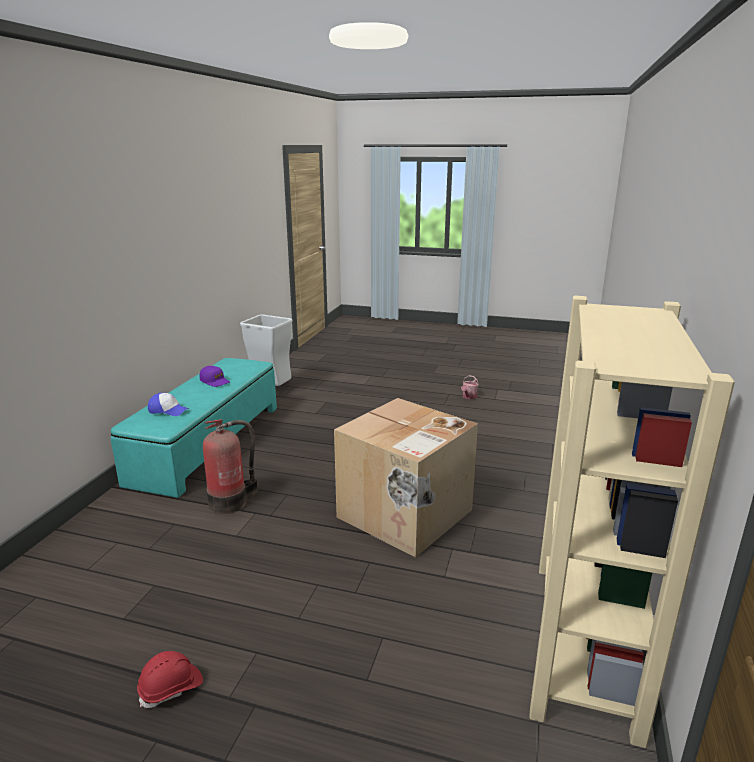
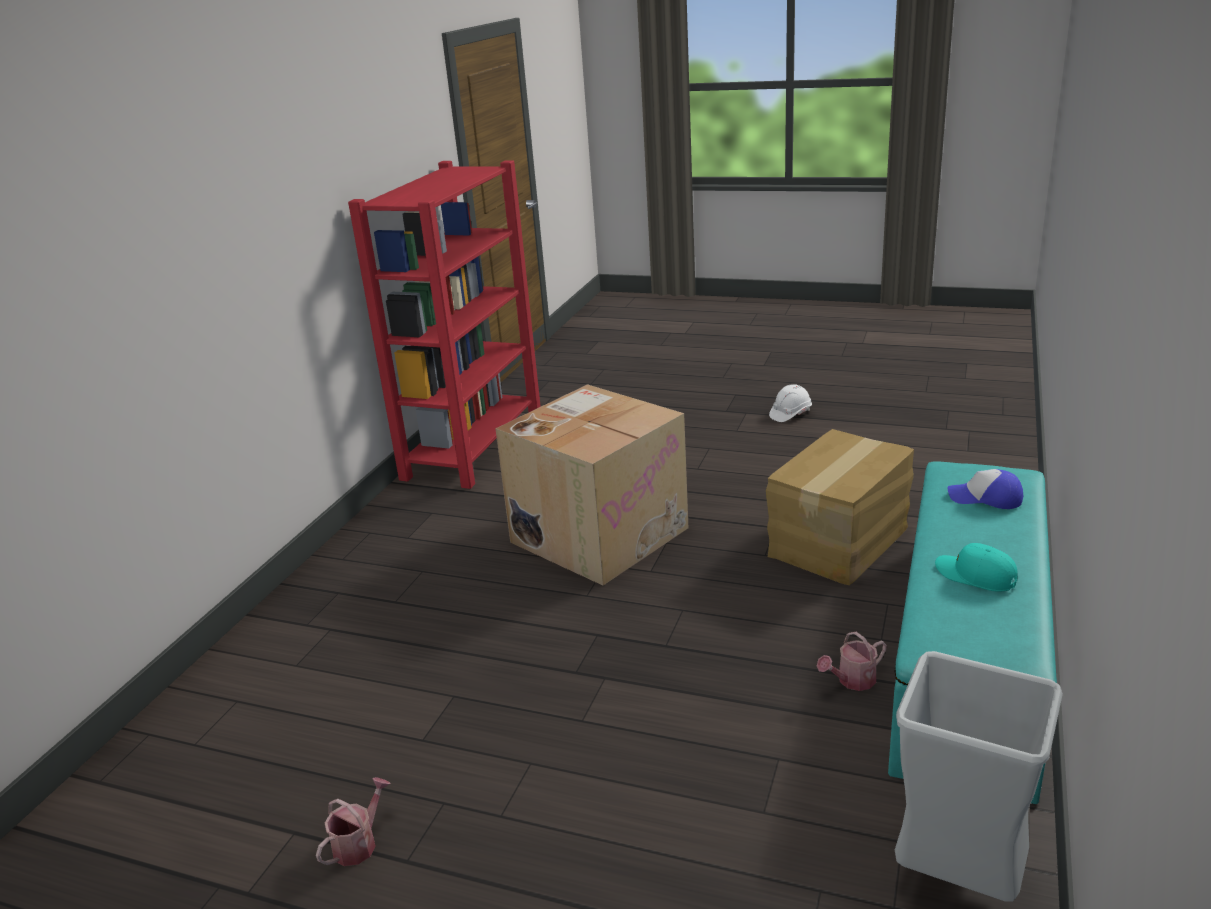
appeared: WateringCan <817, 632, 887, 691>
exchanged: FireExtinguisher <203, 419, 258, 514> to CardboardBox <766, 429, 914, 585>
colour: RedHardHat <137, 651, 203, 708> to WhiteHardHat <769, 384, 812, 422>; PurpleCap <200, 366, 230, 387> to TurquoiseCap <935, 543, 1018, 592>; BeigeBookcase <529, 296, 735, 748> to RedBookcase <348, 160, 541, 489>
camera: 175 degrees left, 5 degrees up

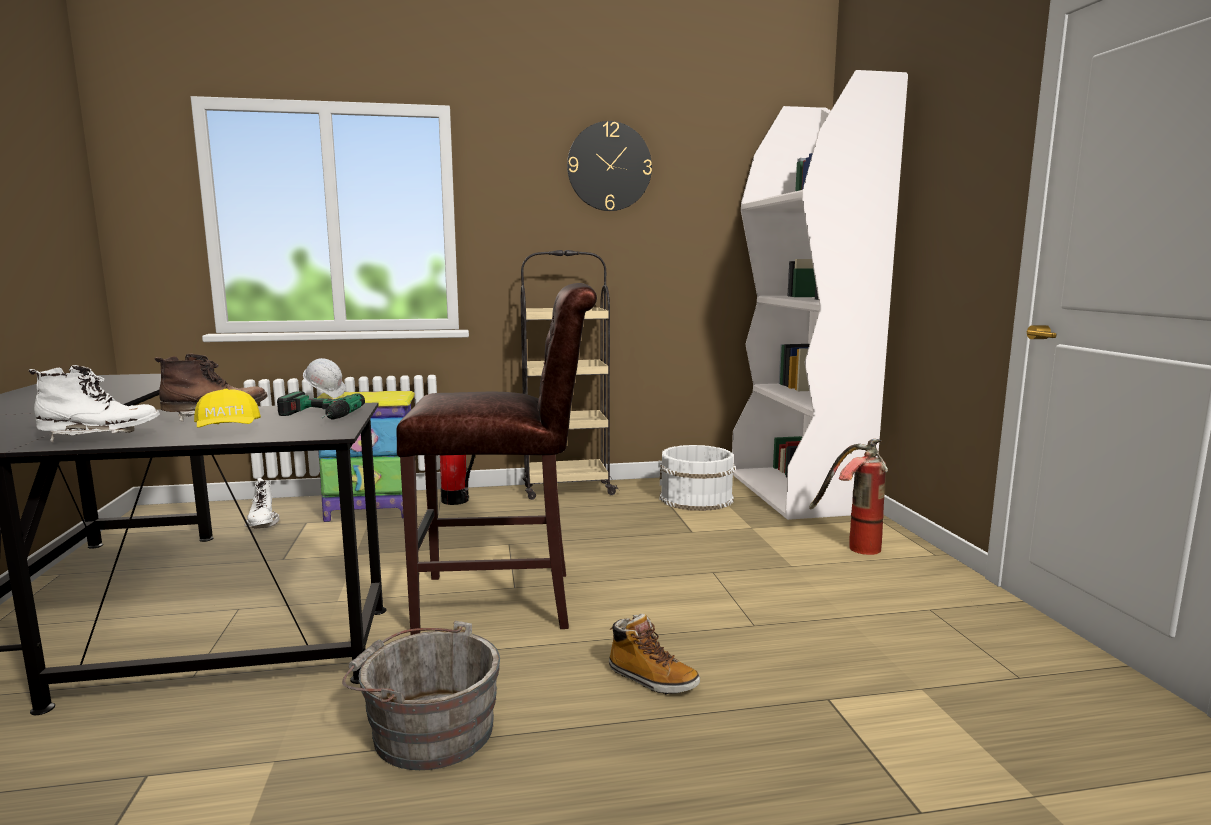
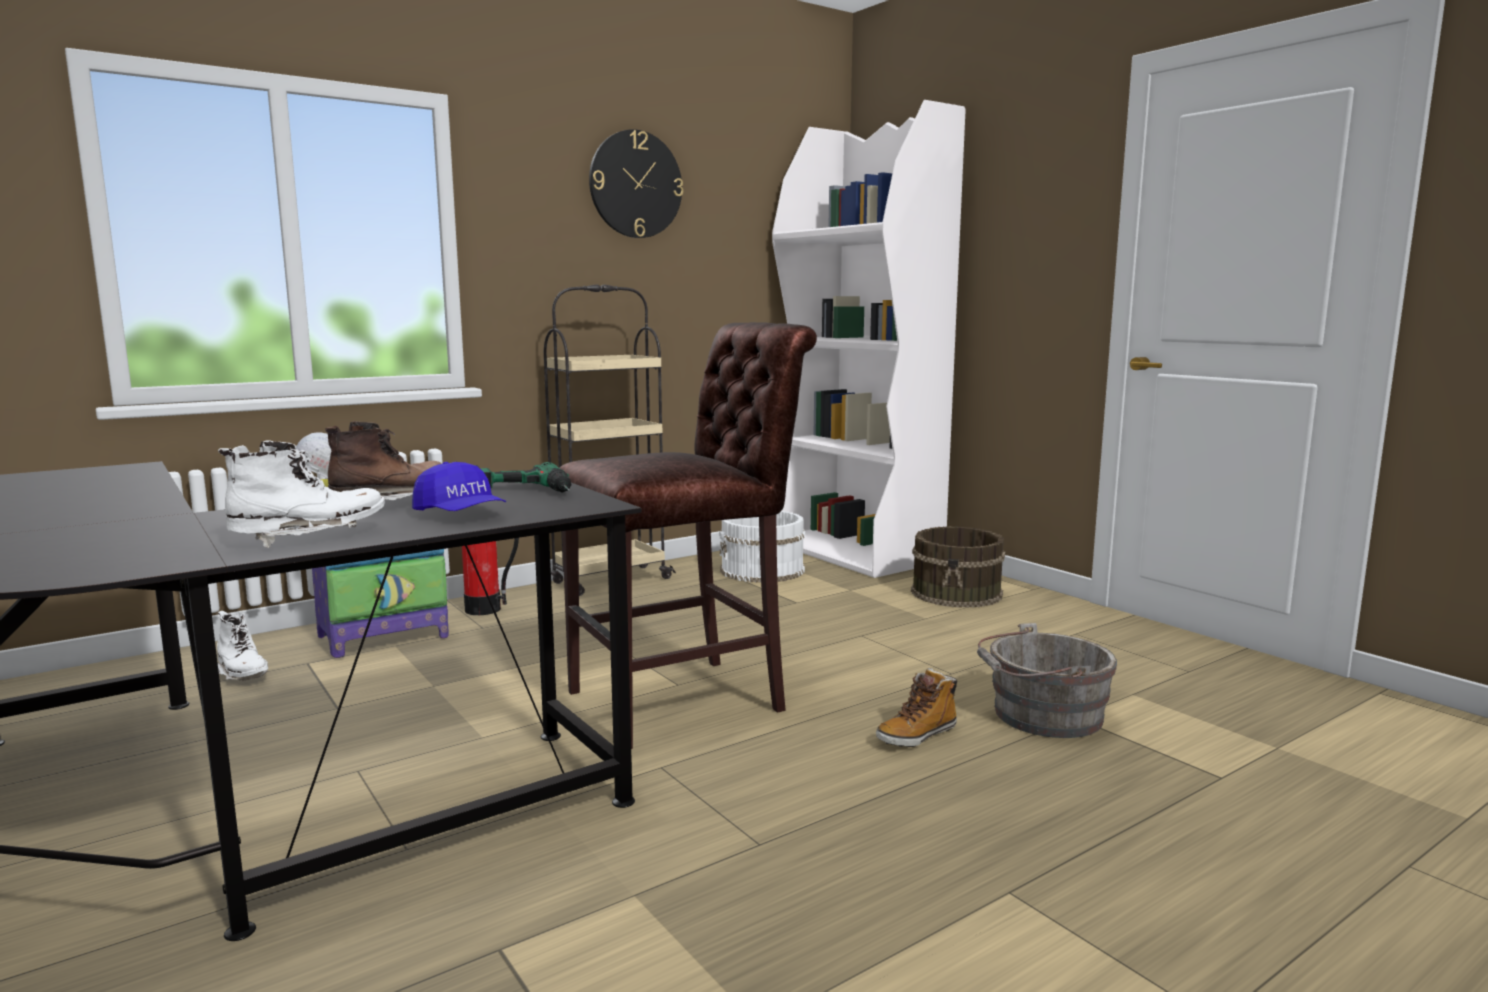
relocated: GreyBucket <342, 621, 500, 770> to <977, 623, 1117, 738>
exchanged: FireExtinguisher <809, 439, 888, 555> to BrownBucket <911, 526, 1005, 608>
colour: YellowCap <194, 389, 261, 428> to BlueCap <412, 462, 506, 511>
spun: Boot <609, 614, 700, 694> = <876, 668, 957, 747> 135 degrees clockwise
camera: 25 degrees left, 0 degrees up

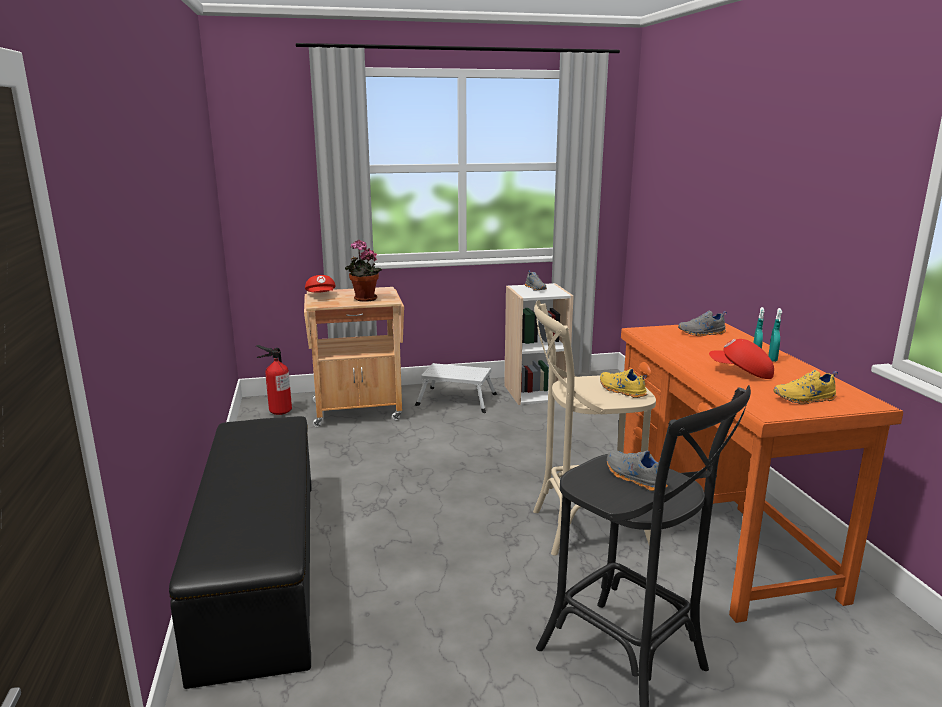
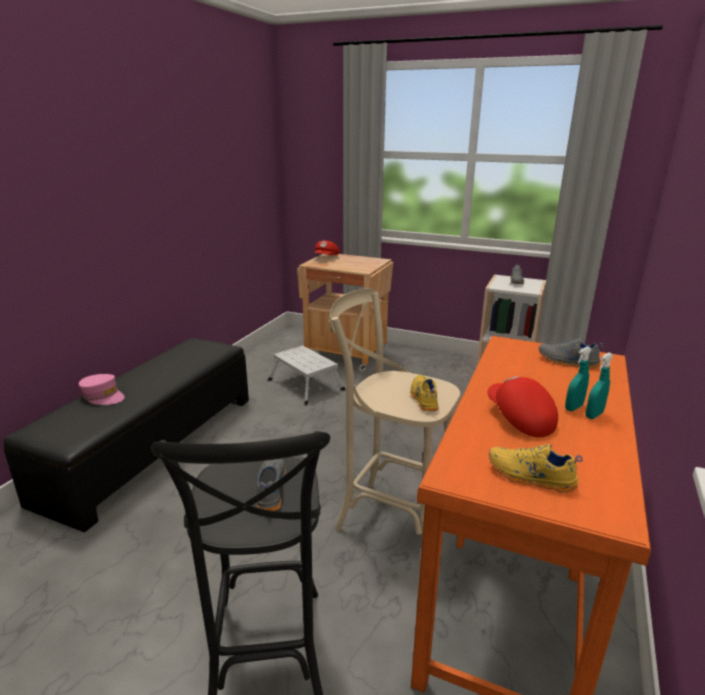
missing: FireExtinguisher <256, 345, 292, 415>; PottedPlant <345, 240, 382, 302>
appeared: PinkCap <79, 374, 125, 405>
relocated: WhiteStepLadder <415, 363, 497, 413> to <268, 345, 346, 405>
camera: 35 degrees right, 5 degrees up

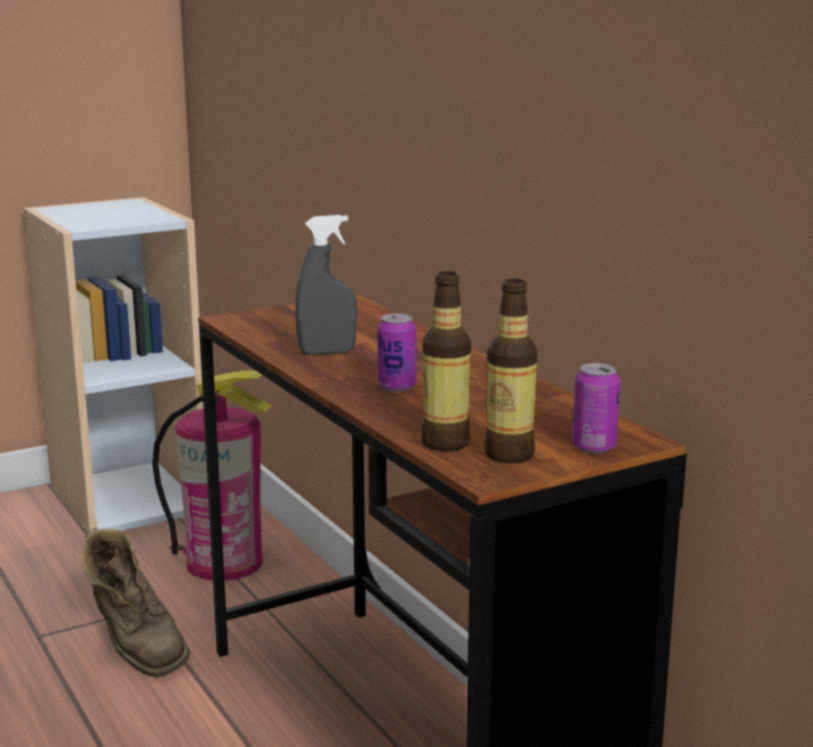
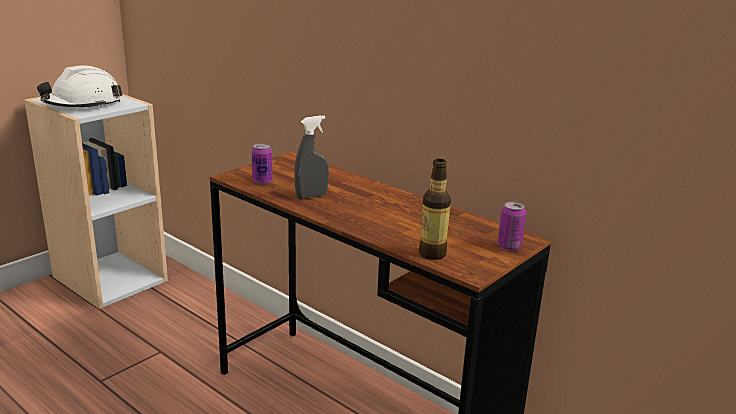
missing: BrownBoot <81, 527, 191, 678>; FireExtinguisher <152, 370, 272, 581>; Bottle <484, 279, 537, 463>
appeared: WhiteHardHat <37, 65, 122, 108>
relocated: Can <377, 313, 416, 392> to <252, 143, 273, 185>
camera: 20 degrees left, 5 degrees up

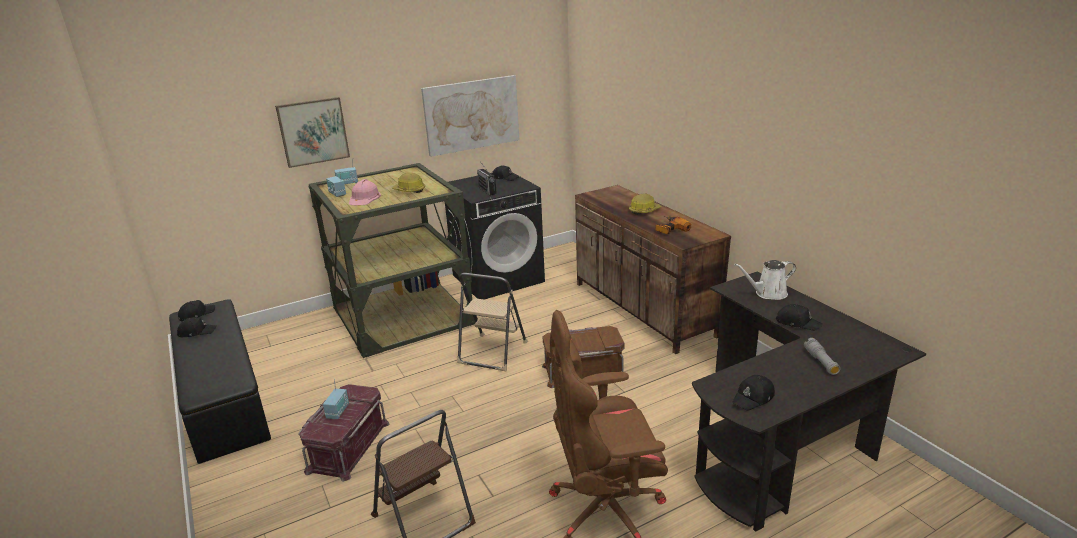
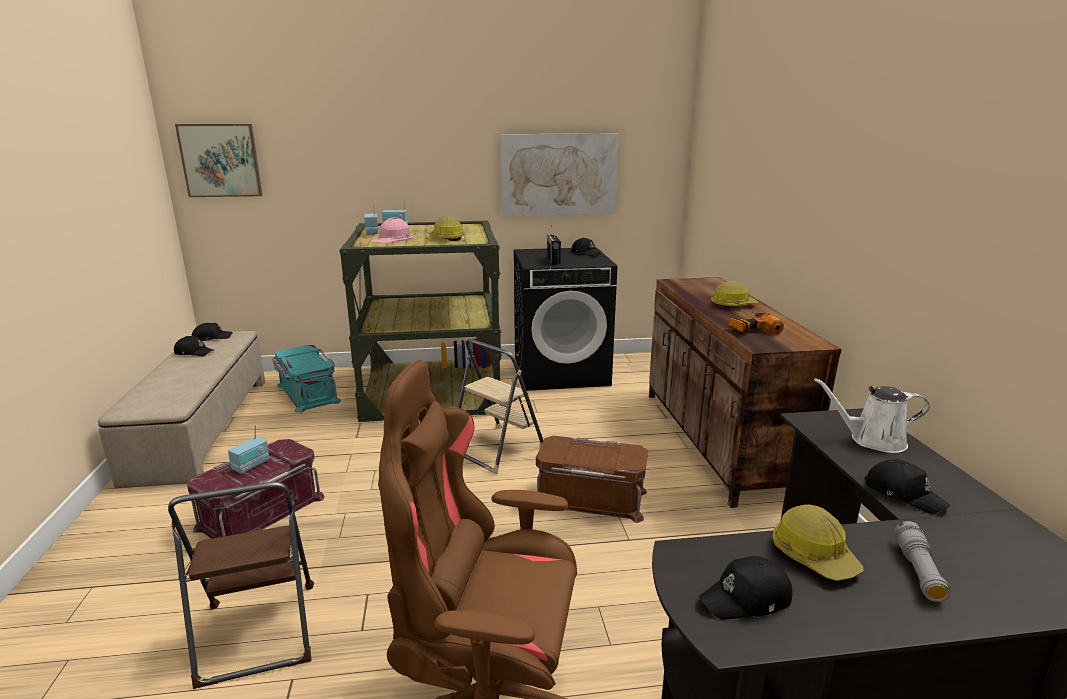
appeared: TurquoiseStorageBox <272, 345, 341, 413>; HardHat <772, 504, 864, 581>
relocated: Picture <275, 97, 350, 168> to <175, 124, 263, 197>
colour: BlackBench <169, 299, 271, 464> to BeigeBench <98, 331, 265, 488>
camera: 20 degrees right, 5 degrees down

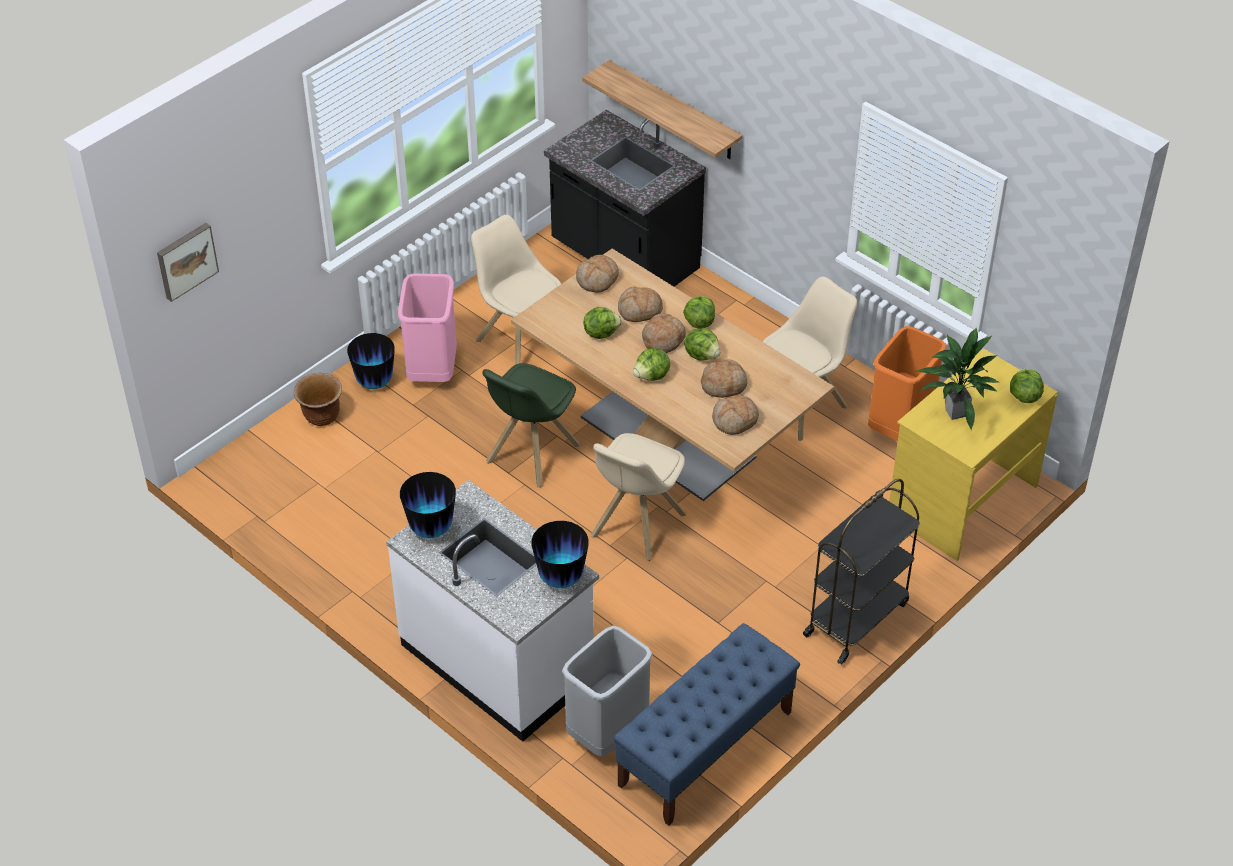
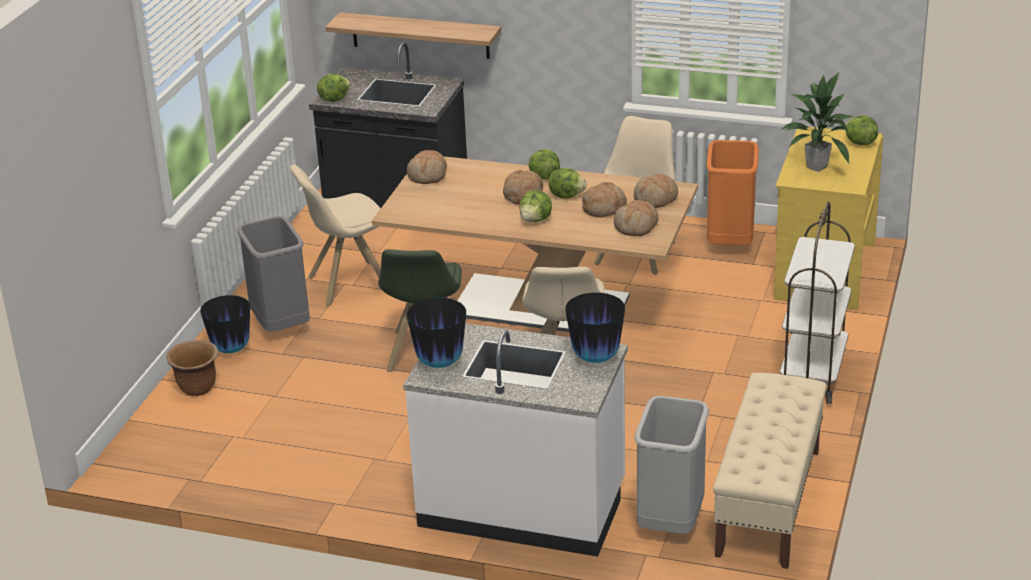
missing: Picture <157, 223, 219, 302>
relocated: Lettuce <584, 307, 622, 339> to <317, 74, 350, 102>; Bread <618, 287, 663, 322> to <634, 174, 678, 208>
colour: PinkTrashCan <398, 273, 457, 382> to GreyTrashCan <237, 216, 310, 331>; BlueBench <614, 623, 800, 826> to BeigeBench <713, 373, 827, 569>; BlackCart <803, 479, 920, 665> to WhiteCart <780, 202, 855, 404>
spun: BeigeChair <471, 215, 561, 365> = <290, 165, 381, 306> 45 degrees counterclockwise
camera: 25 degrees left, 15 degrees down

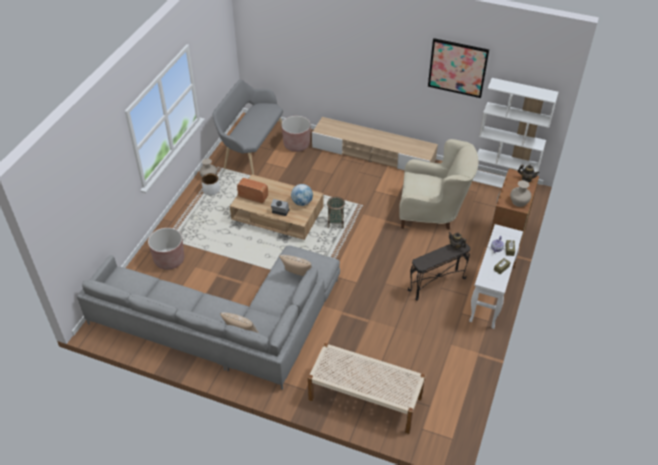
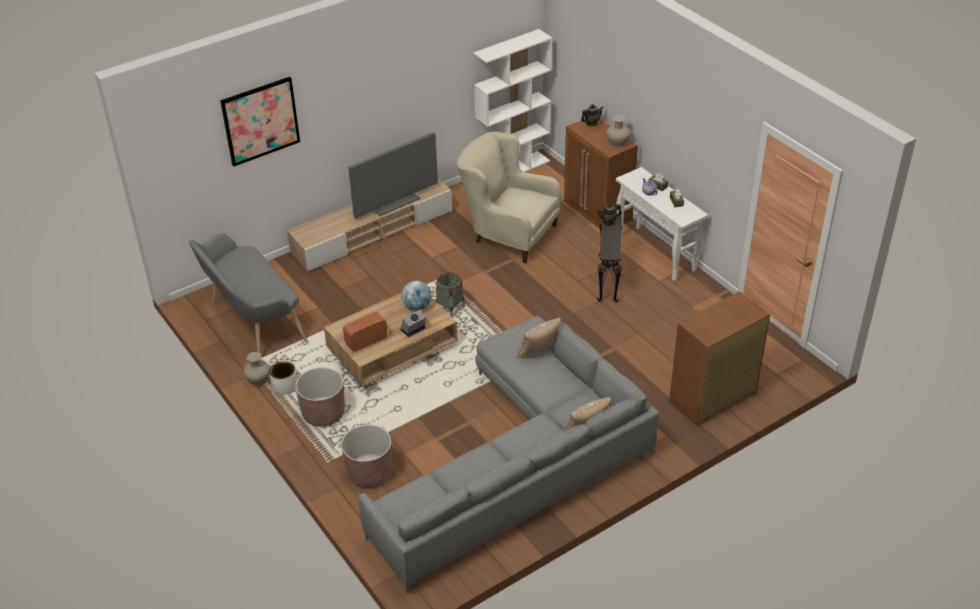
appeared: Television <348, 133, 438, 219>
relocated: BrownPlanter <281, 116, 311, 152> to <295, 367, 345, 426>; Picture <428, 38, 489, 98> to <220, 77, 300, 167>
exchanged: BeigeBench <308, 343, 426, 434> to BrownCabinet <669, 291, 770, 426>
spun: BeigeArmchair <400, 139, 478, 230> = <457, 132, 561, 263> 105 degrees counterclockwise
camera: 55 degrees left, 5 degrees down

